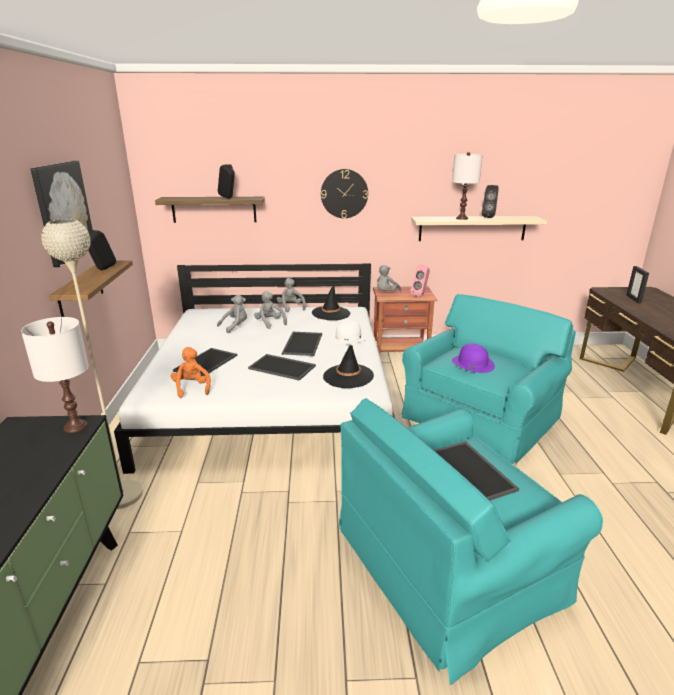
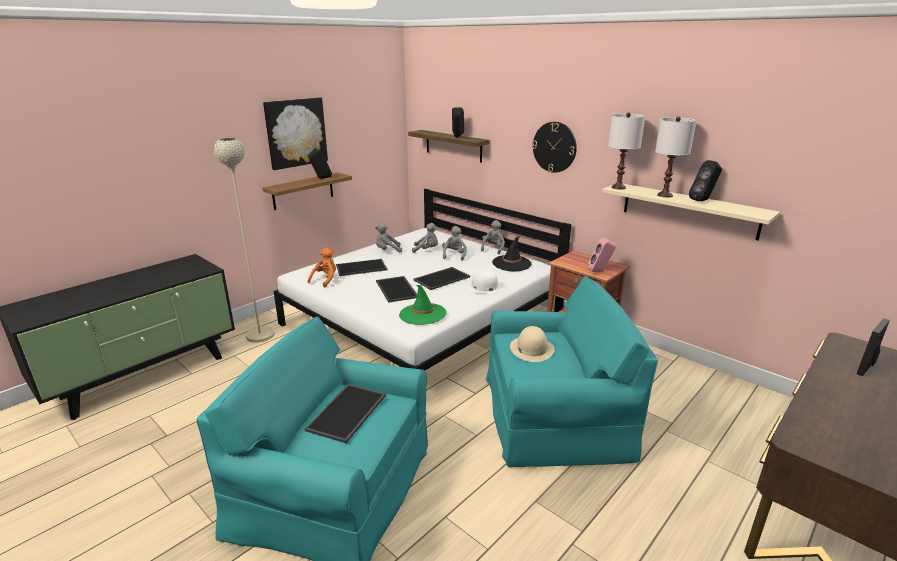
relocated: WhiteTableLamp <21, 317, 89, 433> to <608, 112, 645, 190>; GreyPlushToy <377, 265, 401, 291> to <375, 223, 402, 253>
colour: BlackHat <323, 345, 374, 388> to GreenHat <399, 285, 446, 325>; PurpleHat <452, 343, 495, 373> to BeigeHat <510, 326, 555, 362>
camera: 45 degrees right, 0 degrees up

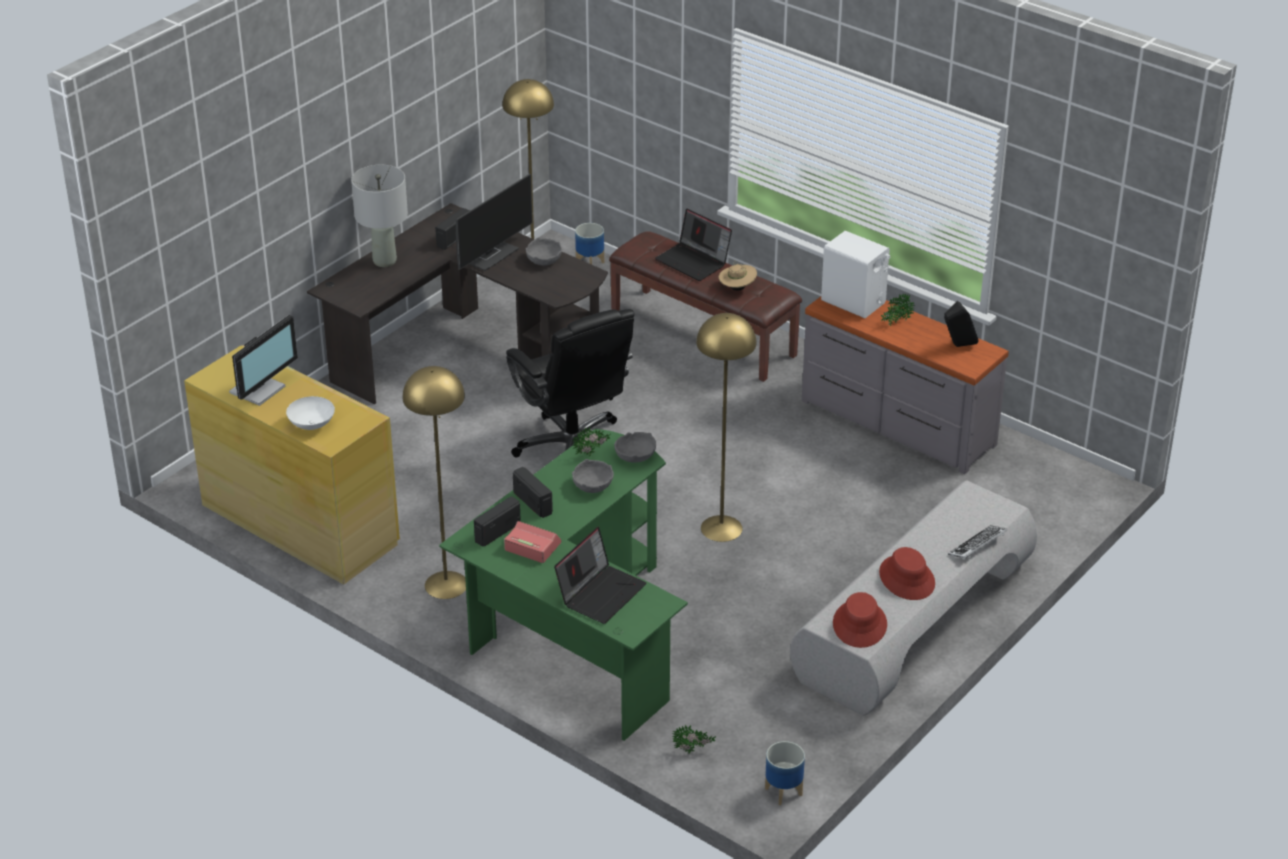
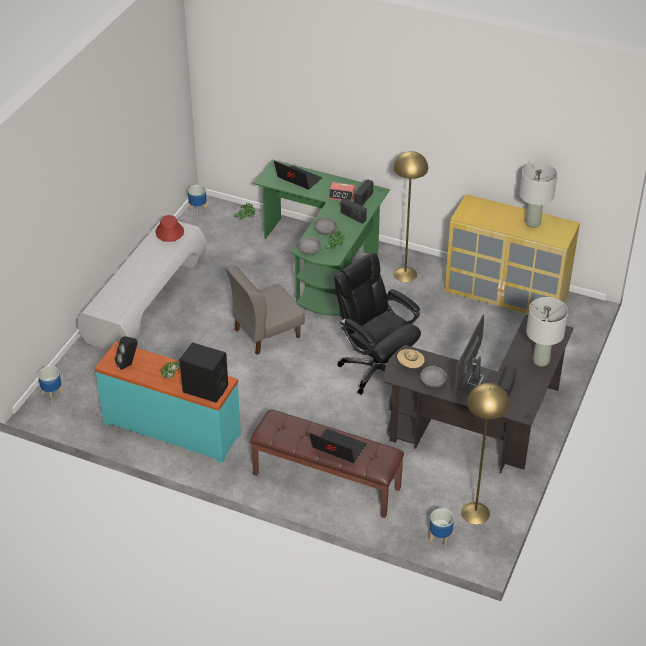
missing: WhiteBowl <286, 396, 335, 430>; RedHat <879, 547, 935, 600>; Keyboard <948, 525, 1007, 558>
appeared: Planter <38, 366, 63, 401>
relocated: BeigeHat <718, 261, 757, 291> to <397, 349, 425, 368>
exchanged: Monitor <229, 315, 298, 406> to GreyTableLamp <519, 162, 557, 228>; YellowFloorLamp <696, 313, 757, 542> to GreyChair <226, 265, 305, 355>
colour: GreyDresser <802, 297, 1009, 474> to TurquoiseDresser <94, 342, 241, 463>; WhiteSpeaker <821, 231, 890, 318> to BlackSpeaker <179, 342, 228, 403>
spun: Laptop <554, 527, 647, 624> = <274, 161, 322, 190> 105 degrees clockwise
camera: 165 degrees right, 5 degrees up

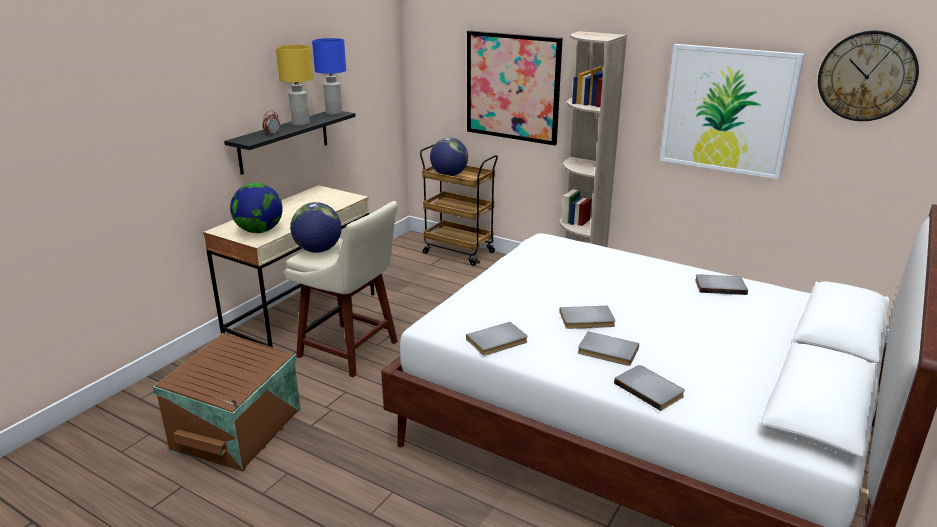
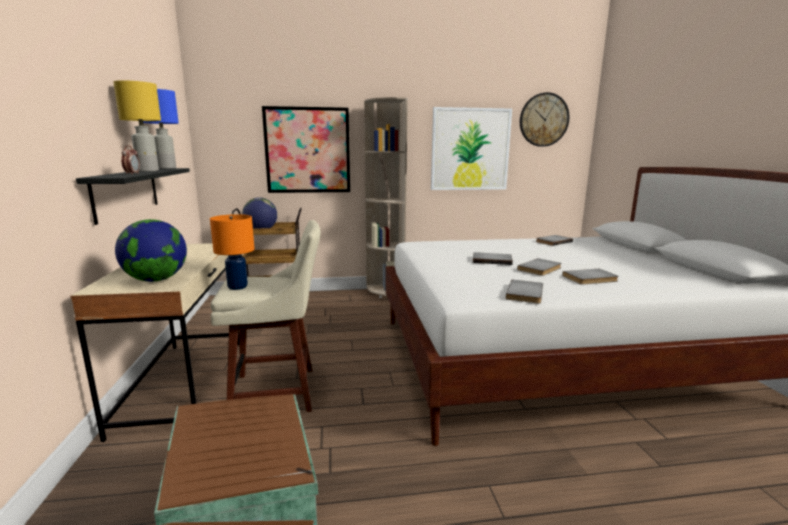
relocated: GreyBook <614, 365, 685, 411> to <473, 252, 513, 265>
exchanged: Globe <290, 202, 342, 253> to OrangeTableLamp <210, 214, 255, 290>
camera: 40 degrees left, 10 degrees down

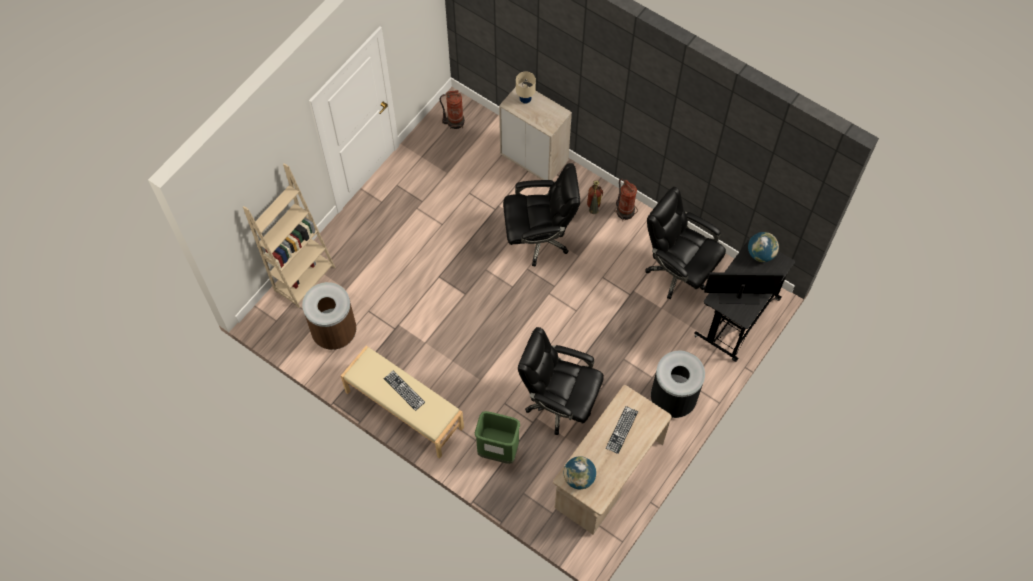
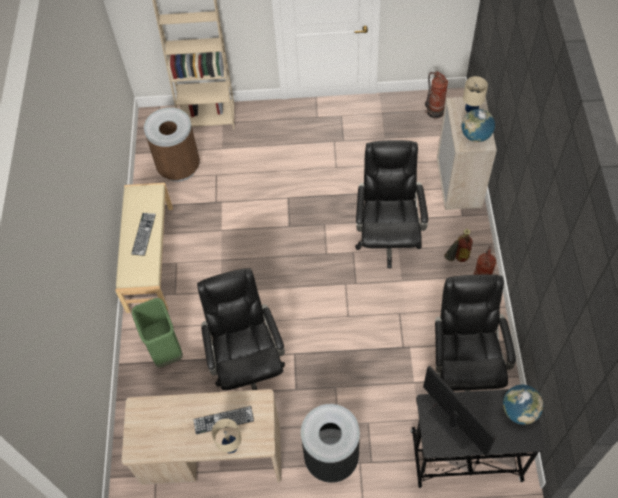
appeared: BeigeTableLamp <212, 419, 241, 453>
relocated: Globe <564, 456, 596, 489> to <462, 109, 495, 142>
spun: BlackOfficeChair <503, 163, 580, 267> = <355, 140, 428, 268> 135 degrees counterclockwise
camera: 55 degrees right, 5 degrees down

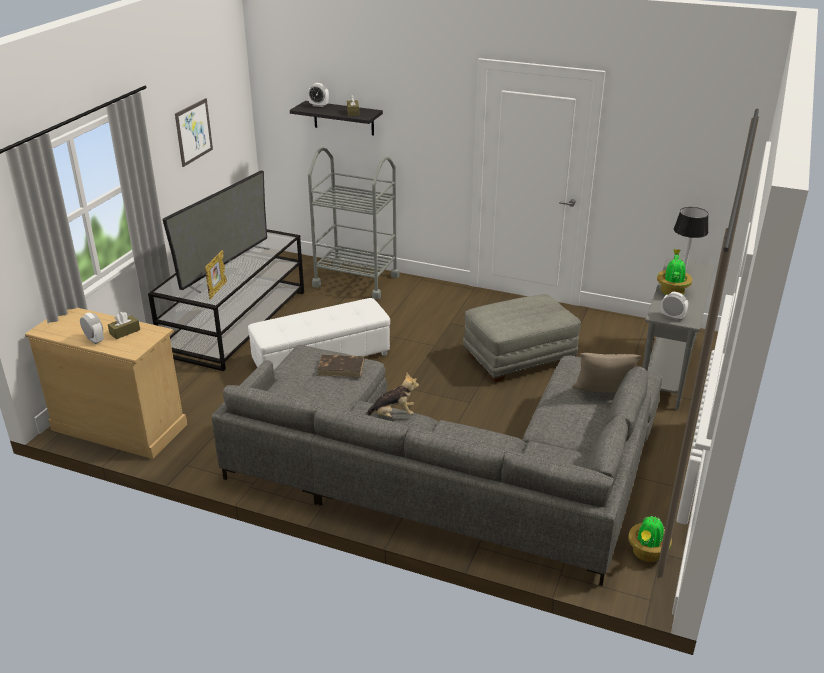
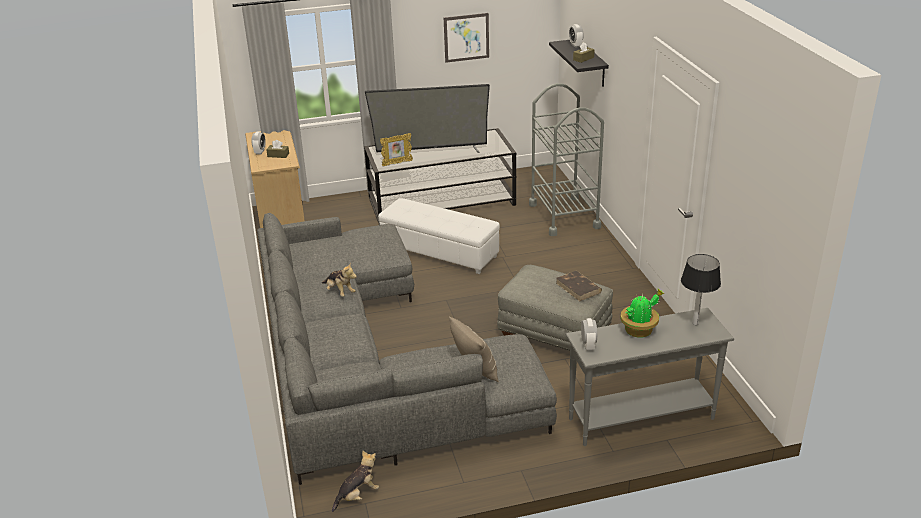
relocated: BrownBook <317, 354, 365, 377> to <556, 271, 602, 301>
exchanged: PottedPlant <628, 513, 672, 562> to PlushToy <332, 450, 379, 512>
camera: 55 degrees right, 0 degrees up

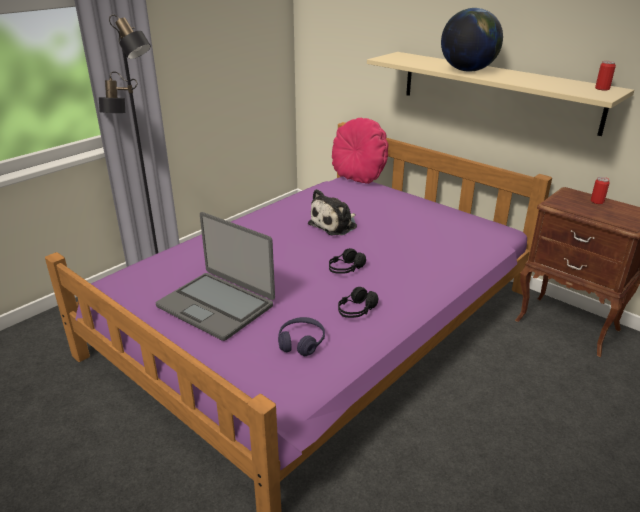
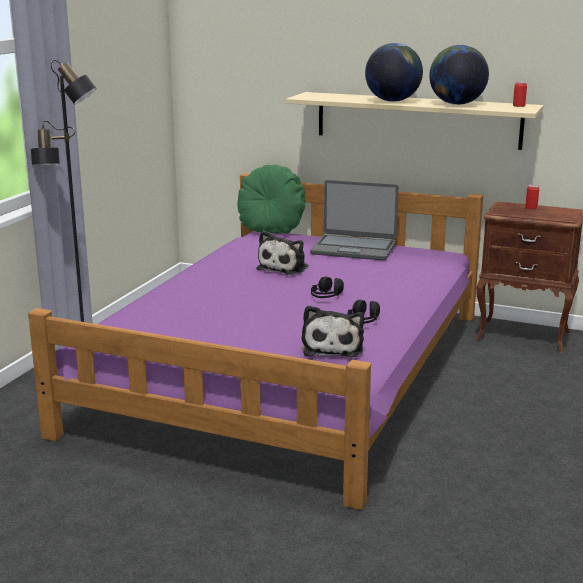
appeared: Globe <429, 45, 489, 105>
relocated: Laptop <156, 212, 275, 341> to <310, 180, 399, 261>
exchanged: PurpleHeadphones <278, 317, 325, 356> to PlushToy <302, 305, 364, 357>
colour: PinkPillow <332, 118, 388, 184> to GreenPillow <238, 165, 305, 234>
camera: 20 degrees left, 10 degrees down

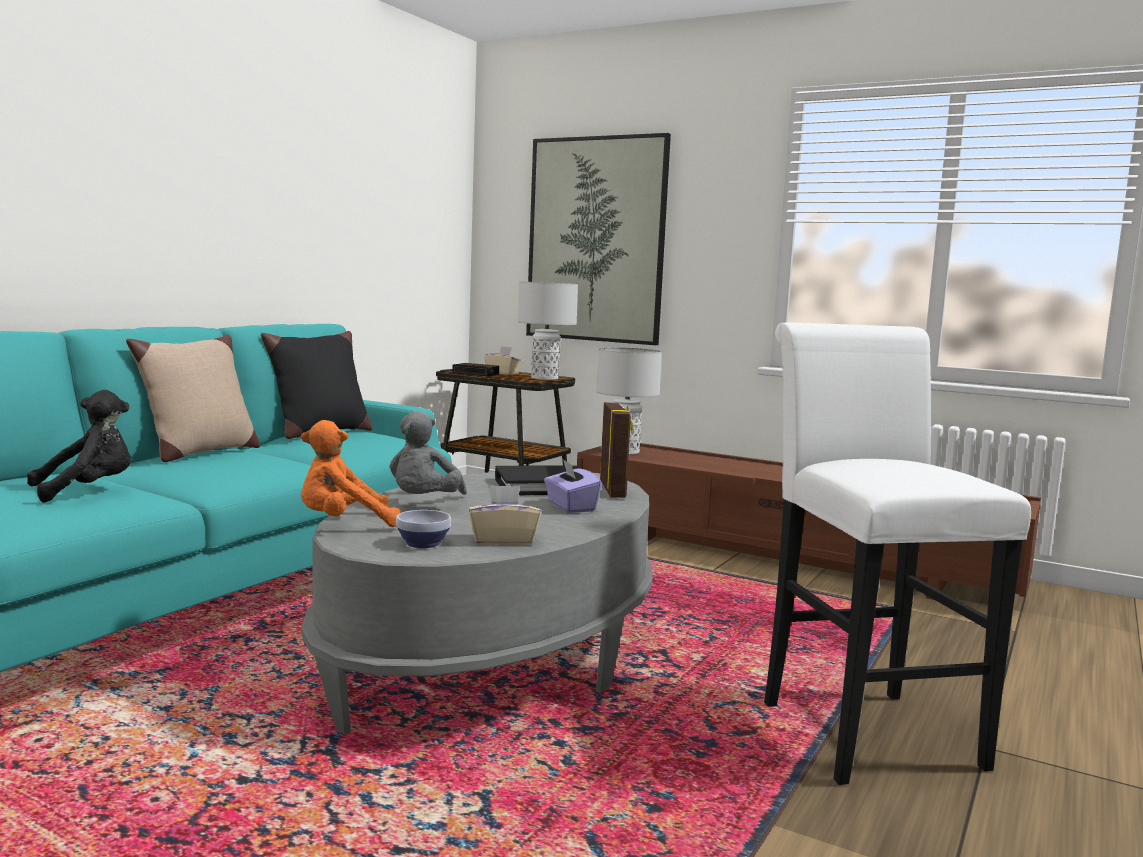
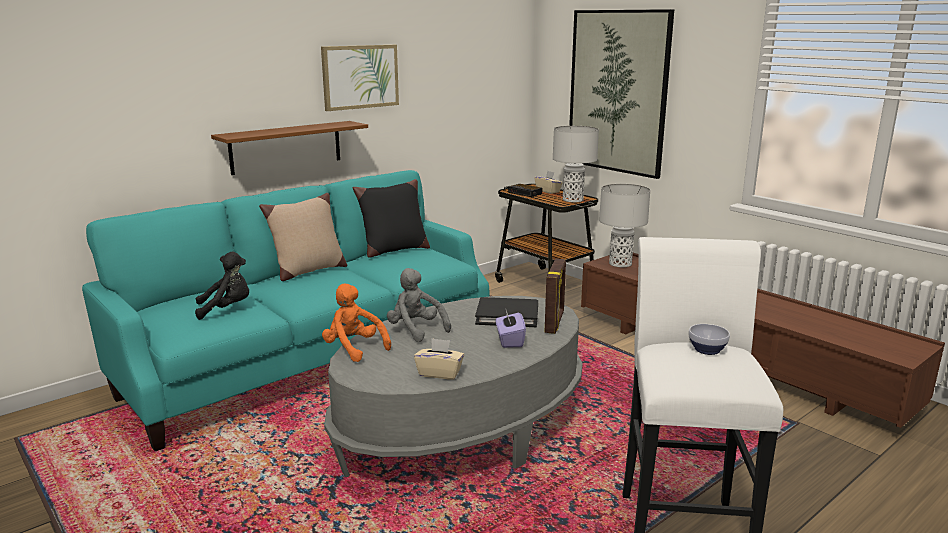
appeared: BrownShelf <211, 121, 368, 175>; Picture <321, 45, 399, 111>
relocated: Bowl <396, 510, 451, 548> to <688, 324, 730, 355>
spun: OrangePlushToy <301, 420, 401, 527> = <322, 283, 391, 362> 45 degrees clockwise; GreyPlushToy <389, 411, 467, 495> = <387, 268, 451, 342> 105 degrees clockwise
camera: 20 degrees right, 10 degrees up

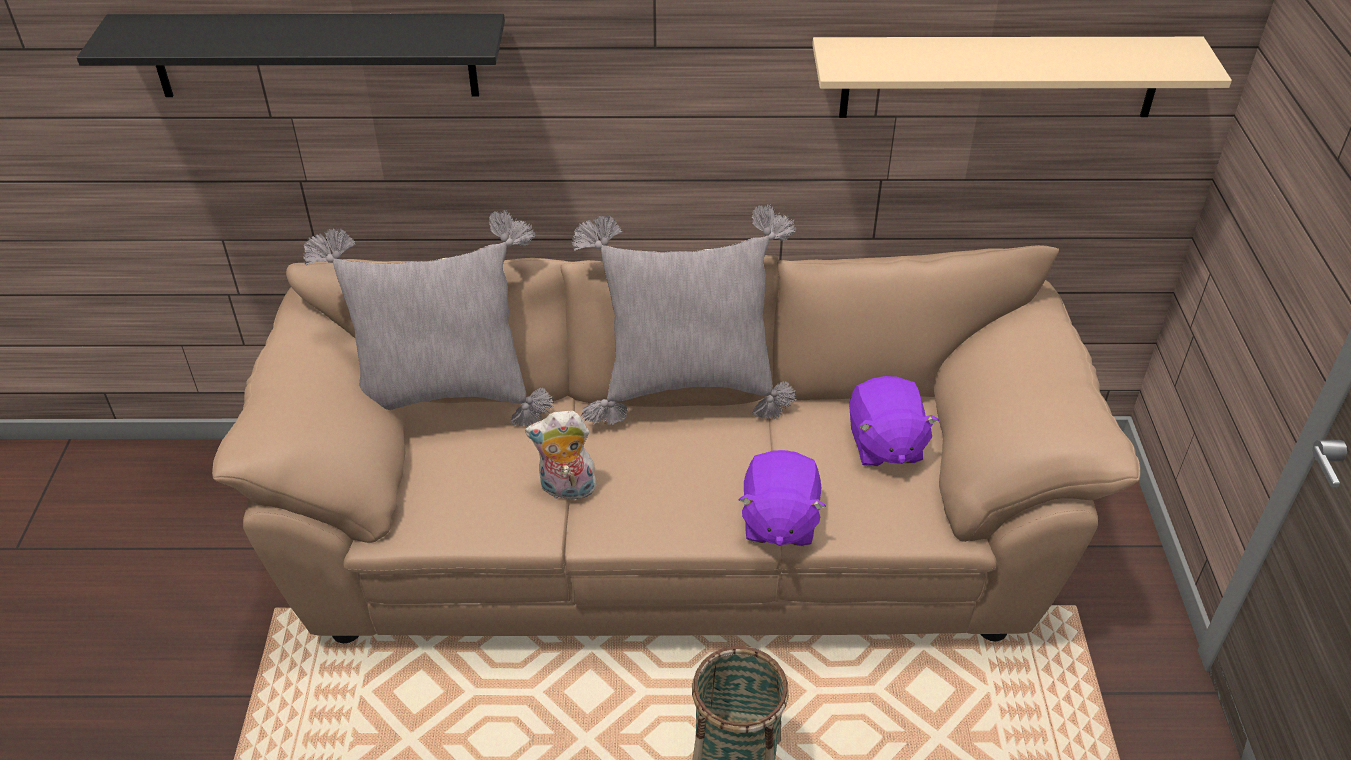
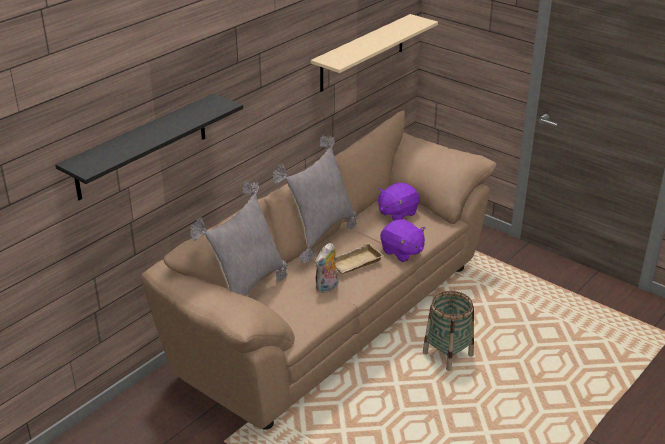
appeared: BeigeTray <335, 243, 384, 274>
spun: PurplePlushToy <849, 376, 939, 467> = <378, 183, 420, 221> 105 degrees clockwise
camera: 50 degrees left, 10 degrees down

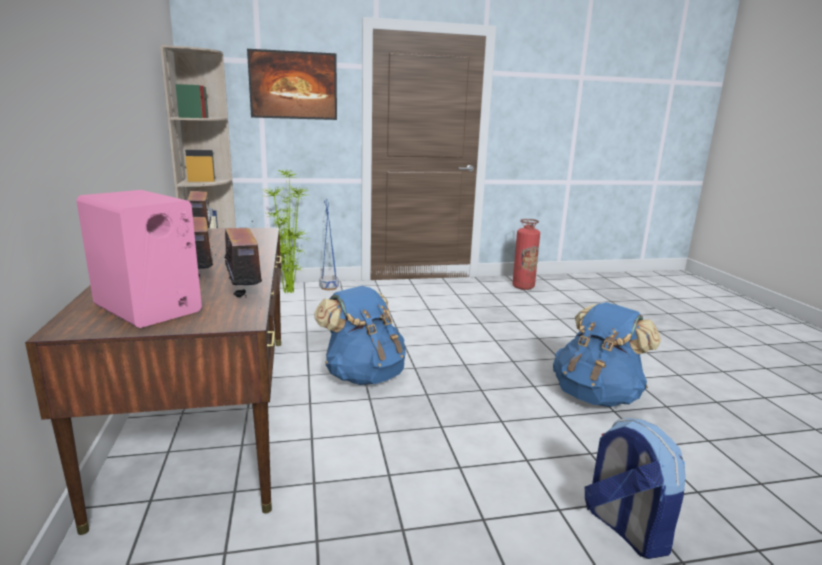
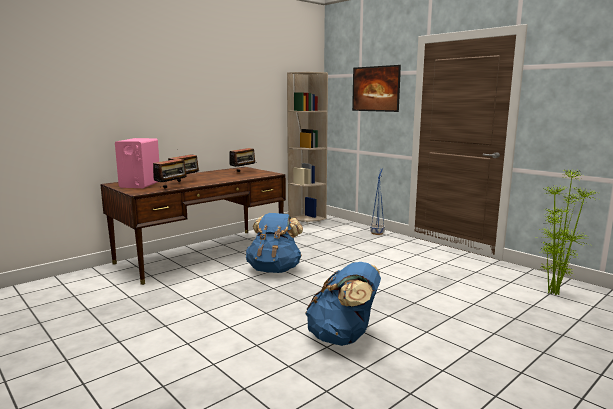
missing: FireExtinguisher <512, 219, 540, 290>; Backpack <585, 418, 685, 559>
relocated: PottedPlant <263, 170, 309, 293> to <539, 170, 601, 295>
camera: 60 degrees right, 5 degrees down

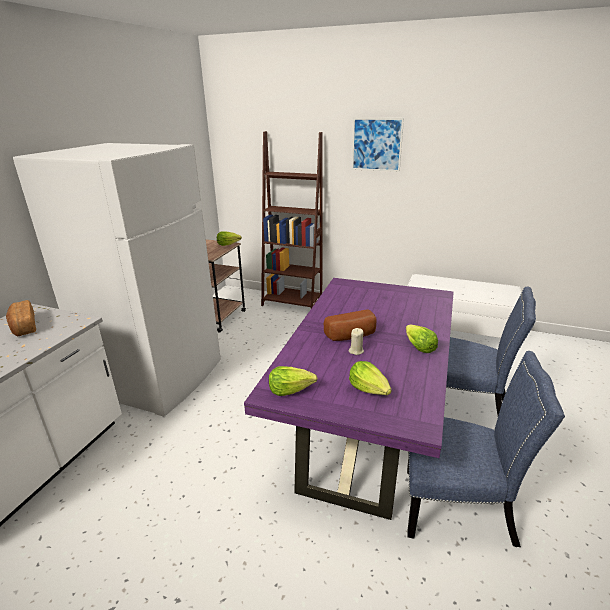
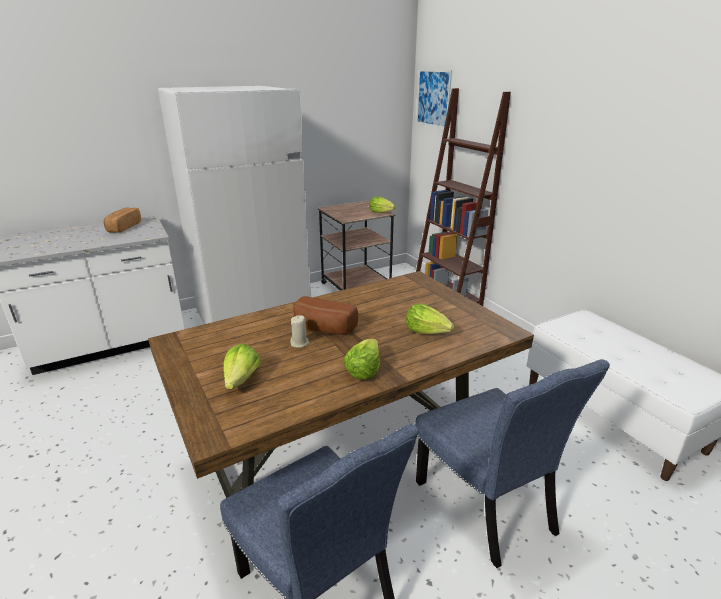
relocated: Lettuce <269, 366, 317, 396> to <406, 304, 454, 334>; Picture <352, 118, 404, 172> to <416, 70, 452, 128>
colour: PurpleDiningTable <244, 278, 454, 520> to BrownDiningTable <148, 271, 534, 498>
camera: 40 degrees right, 0 degrees up

